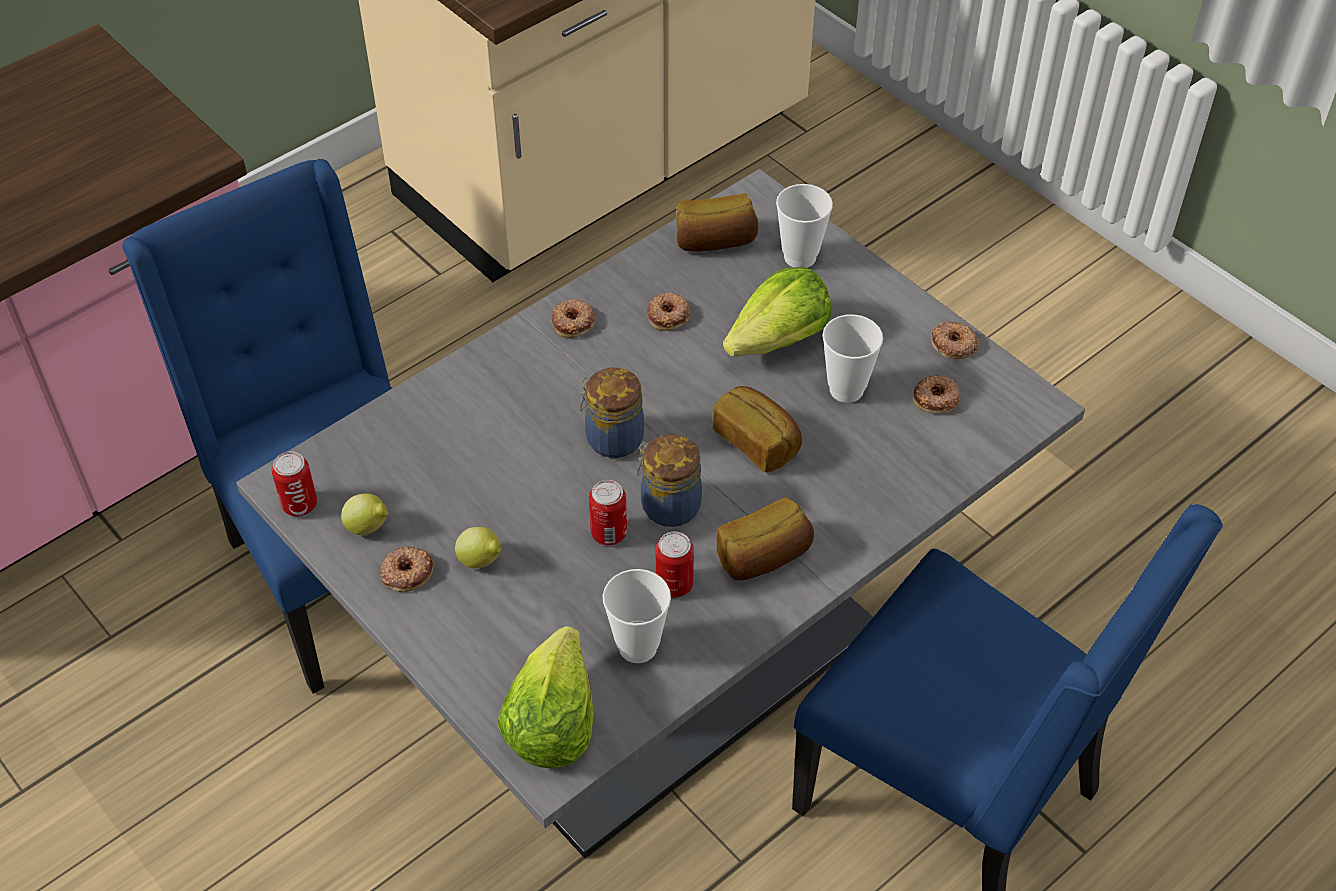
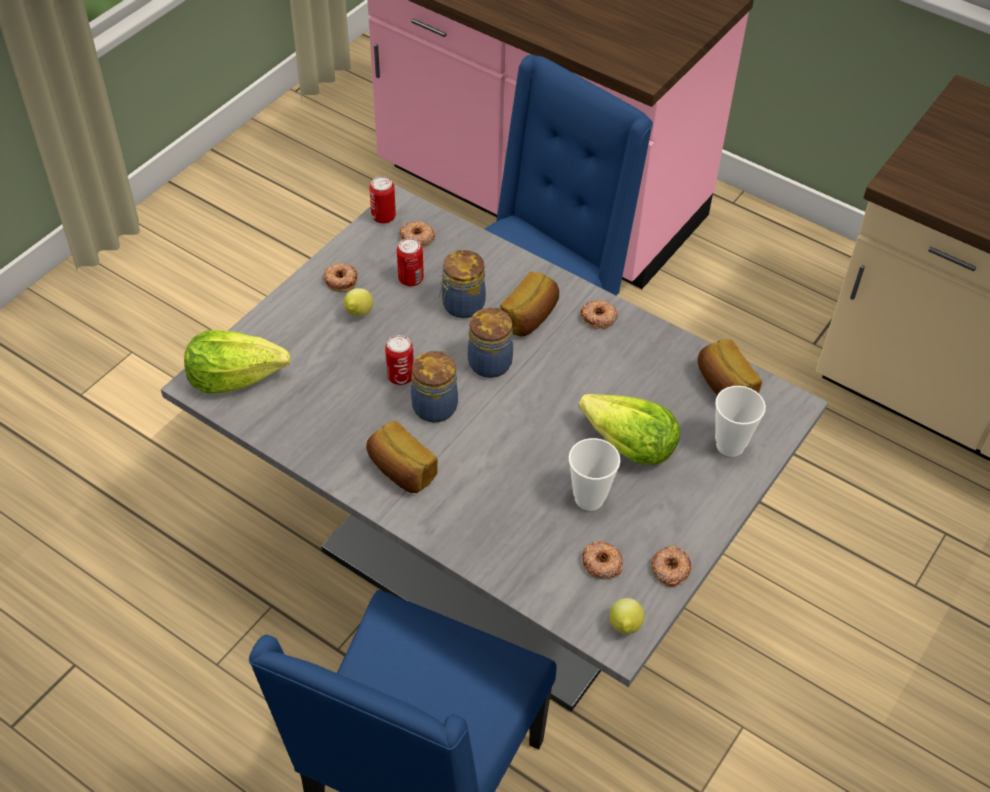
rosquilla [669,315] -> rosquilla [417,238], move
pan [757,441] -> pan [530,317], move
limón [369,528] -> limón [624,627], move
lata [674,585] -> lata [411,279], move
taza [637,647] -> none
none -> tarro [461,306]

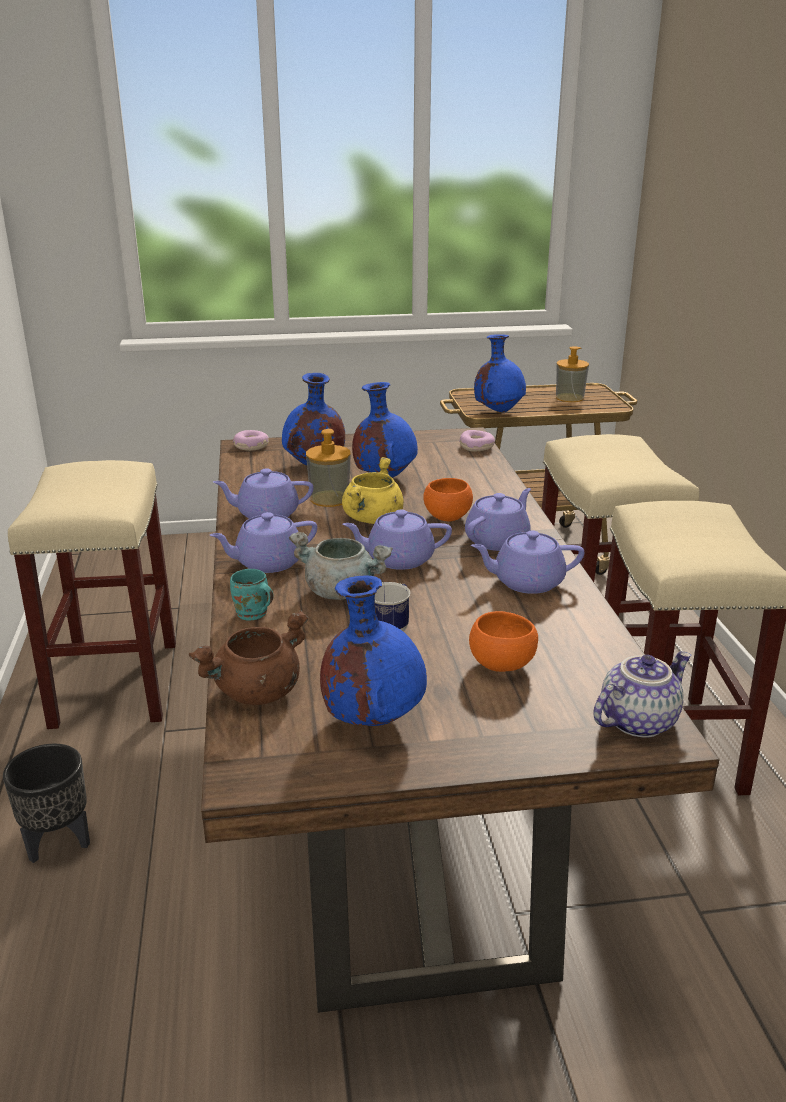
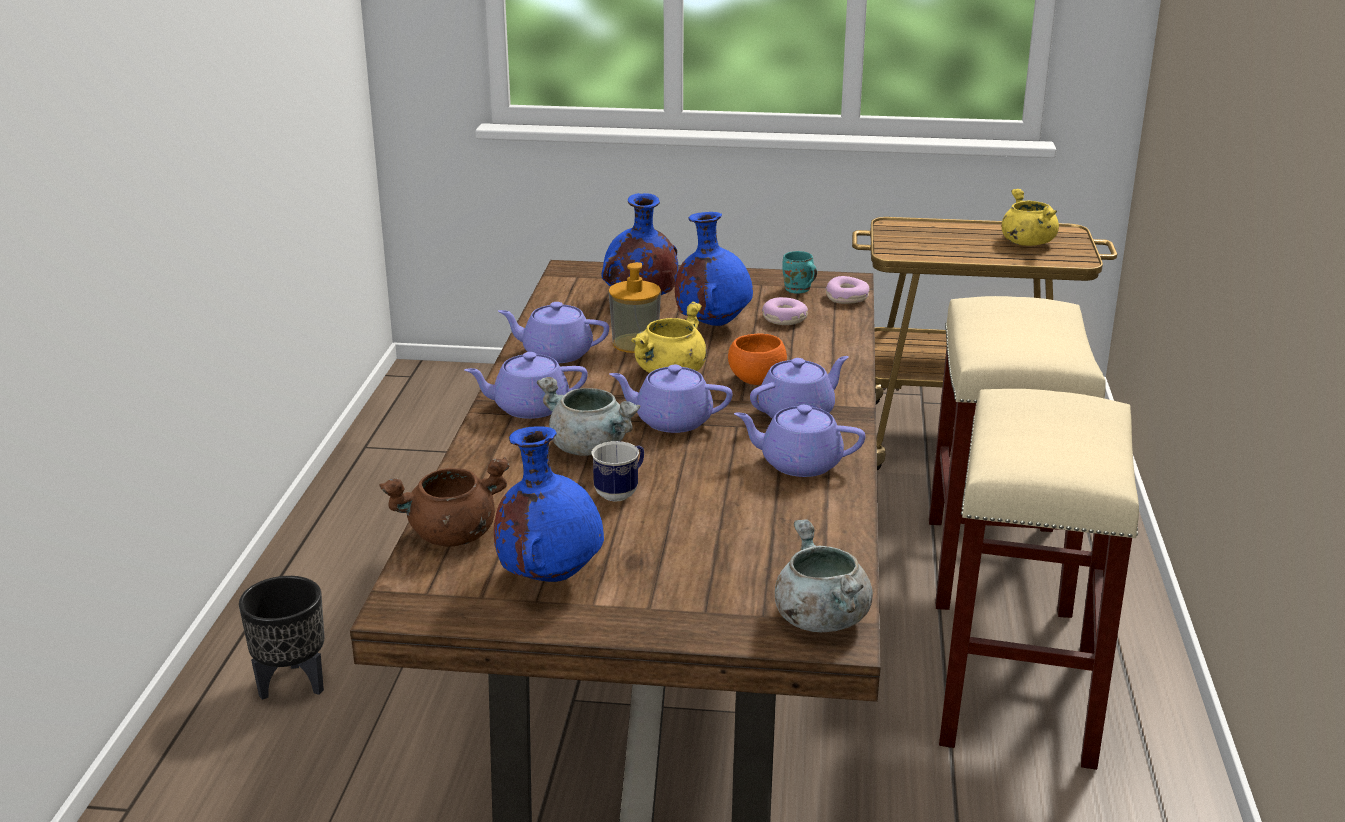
florero (azul) [498,411] -> none
dispensador de jabón [569,398] -> olla (amarillo) [1026,242]
rosquilla [251,446] -> rosquilla [784,319], move
taburete (beis) [115,682] -> none
taza grande (turquesa) [252,615] -> taza grande (turquesa) [797,290], move
cuenco (naranja) [501,665] -> none
tetera [637,720] -> olla (gris) [819,618]

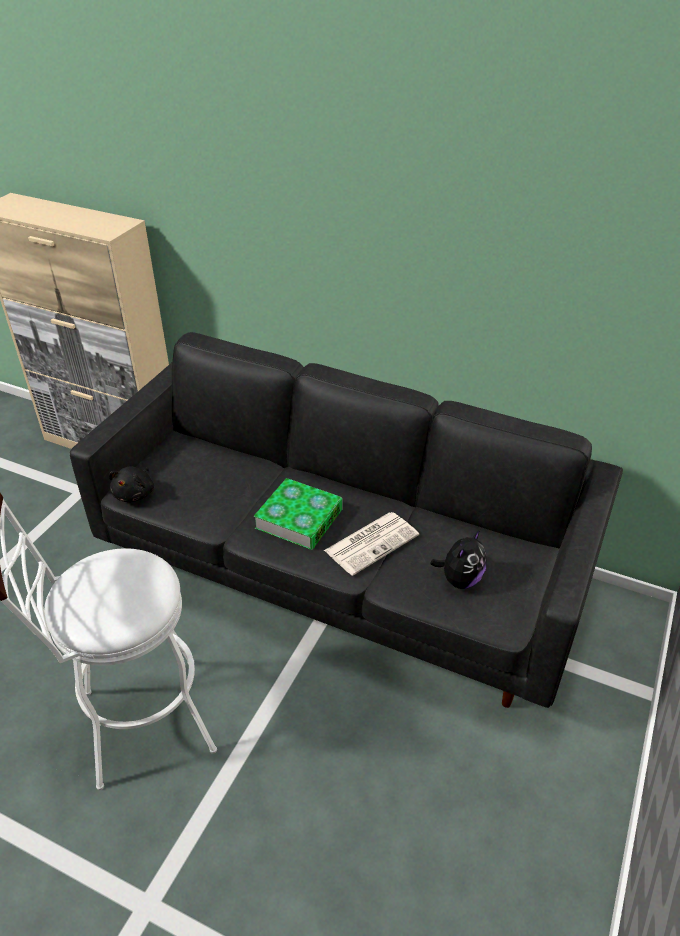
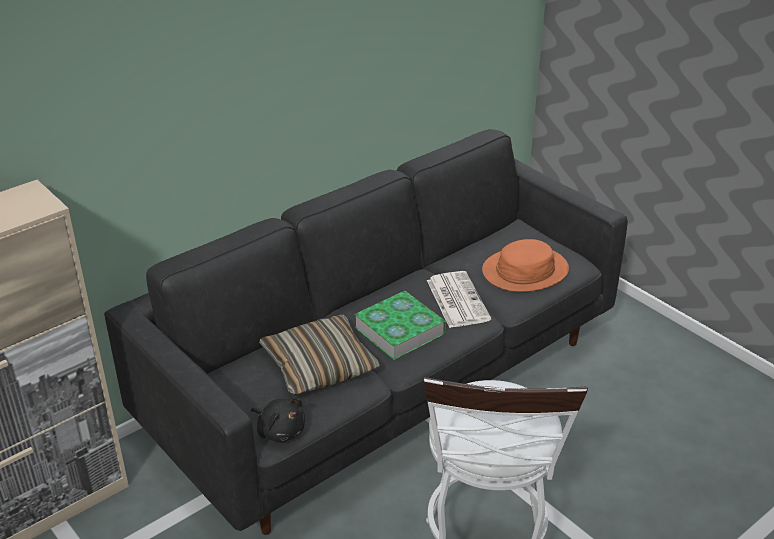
peluche [460,579] -> sombrero (naranja) [525,270]
none -> cojín [319,366]

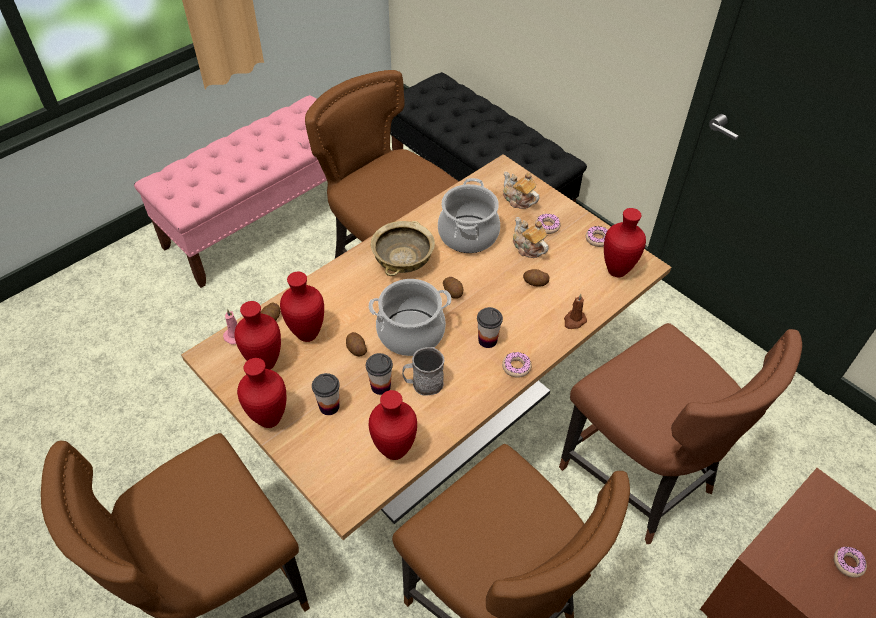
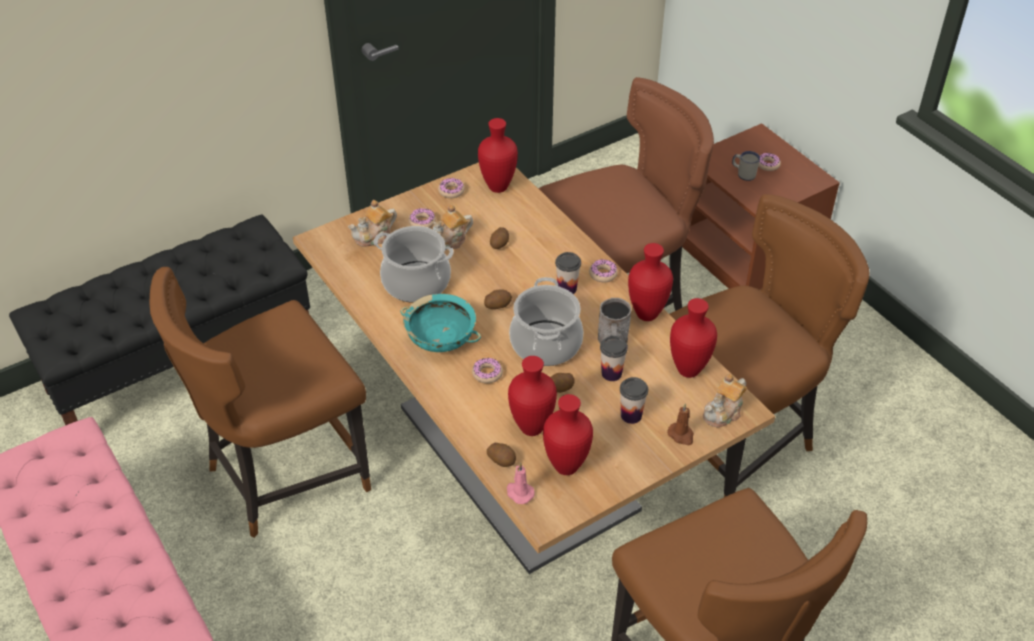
cuenco (beis) [403,260] -> cuenco (turquesa) [440,339]
vela (marrón) [574,321] -> vela (marrón) [681,435], move
florero (rojo) [269,420] -> florero (rojo) [648,314], move
none -> taza grande (blanco) [743,174]
none -> rosquilla [487,373]
none -> tetera [723,412]

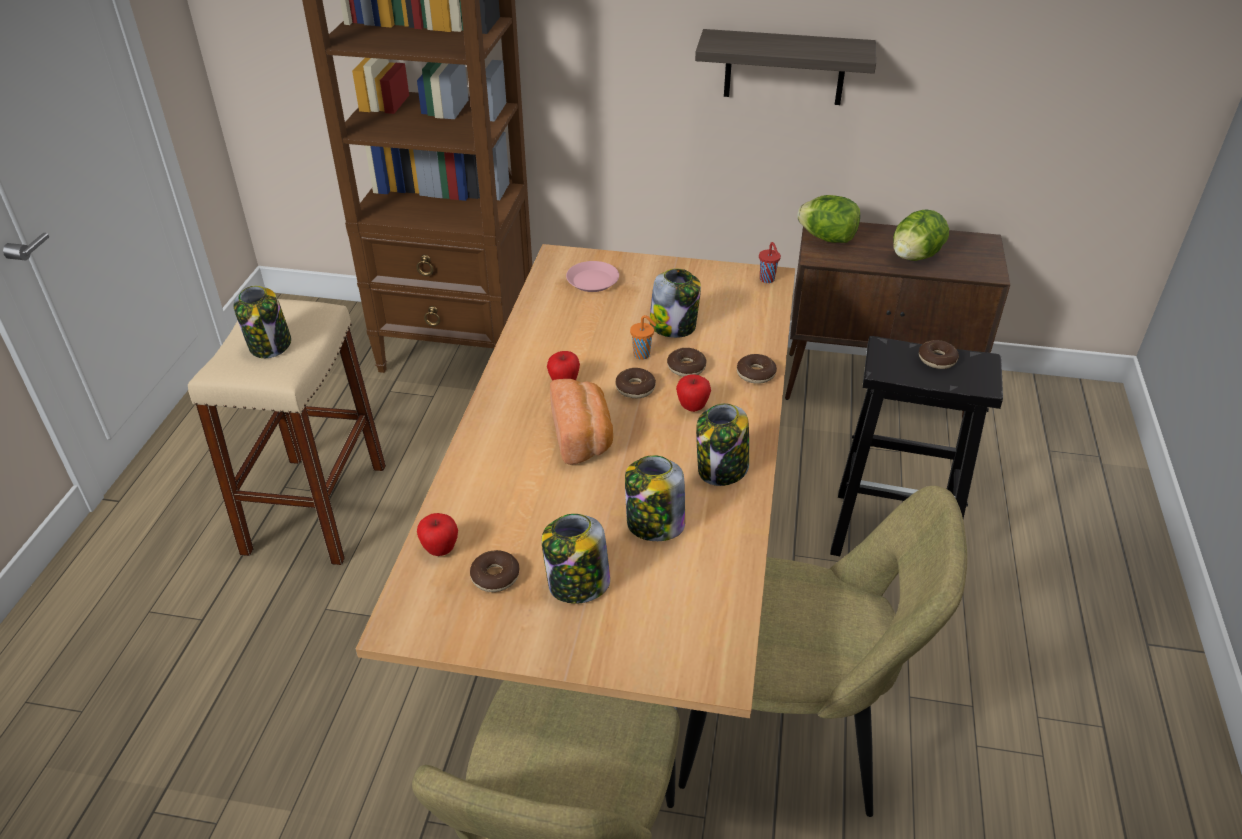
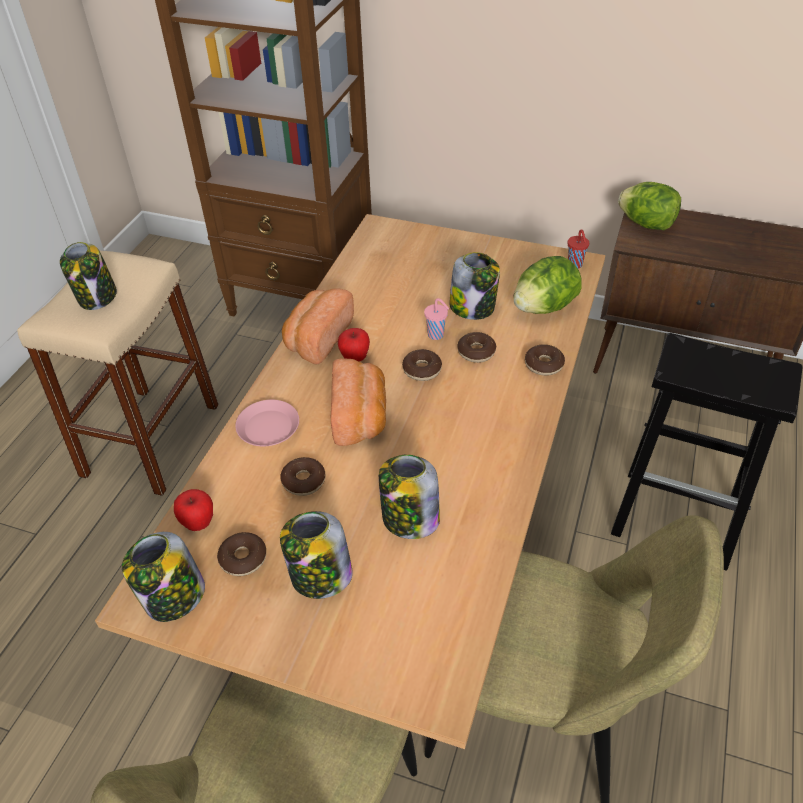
estante [784,67] -> none
lechuga [915,256] -> lechuga [544,307], move
plato (rosa) [593,281] -> plato (rosa) [268,428], move
taza (naranja) [642,355] -> taza (rosa) [436,335]
rosquilla [937,360] -> rosquilla [303,481], move
manzana [692,407] -> none
tarro [722,469] -> tarro [173,597], move
none -> pan [317,338]

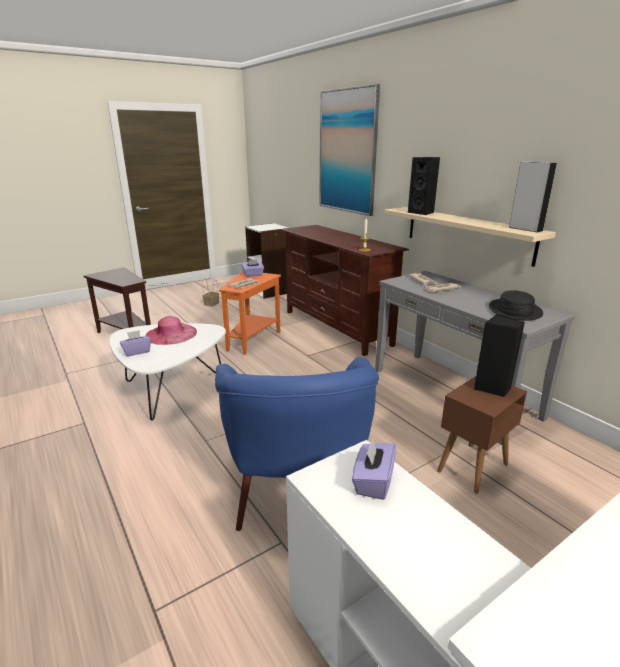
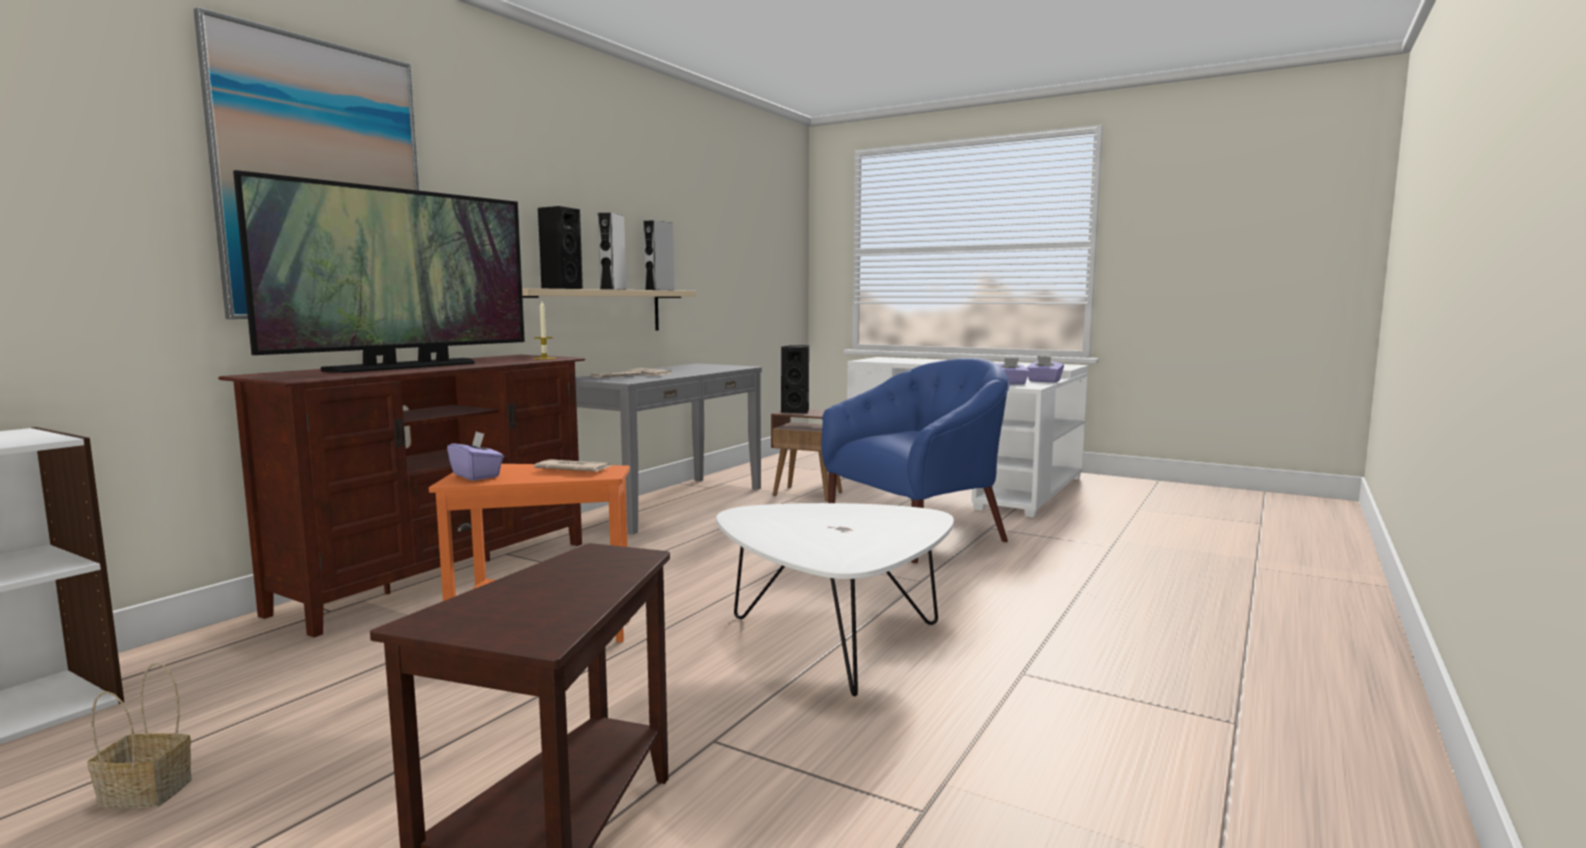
sombrero (negro) [514,311] -> none
sombrero (rosa) [171,334] -> none
caja de pañuelos (morado) [136,351] -> caja de pañuelos (morado) [1044,381], move
none -> televisor [405,367]
none -> altavoz (gris) [613,289]

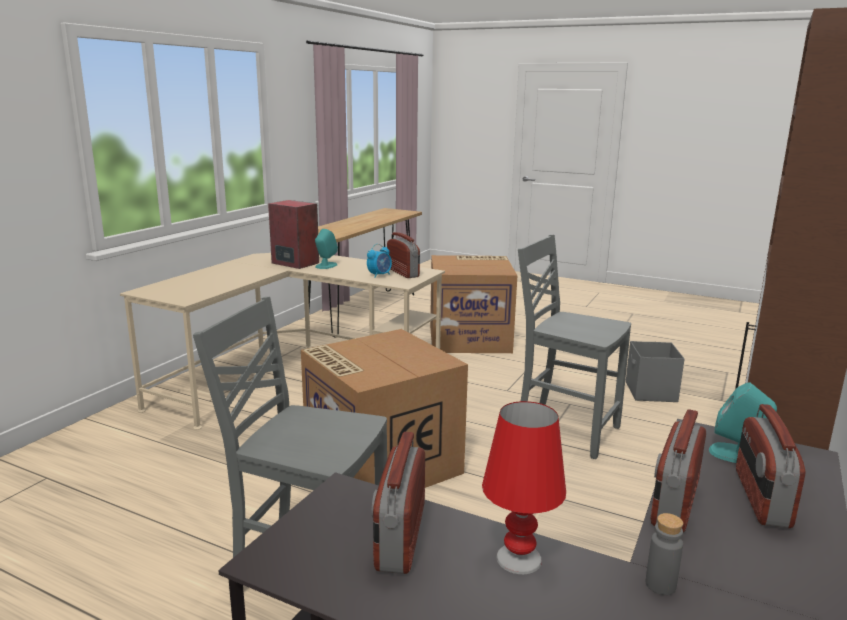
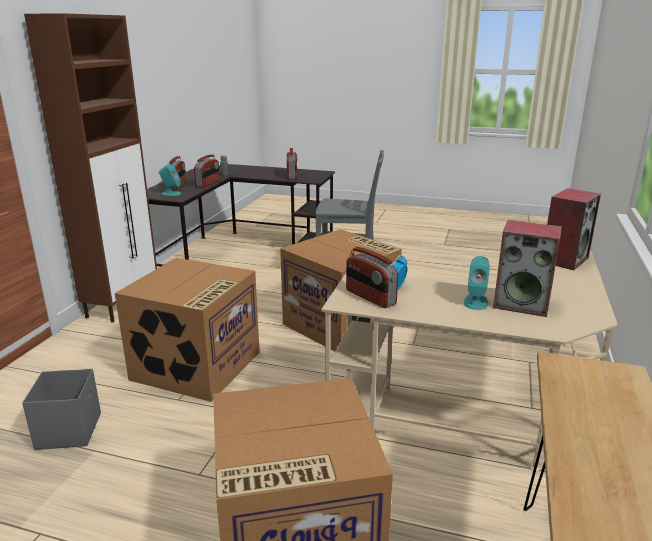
silla (gris) [564,430] -> caja de cartón [197,366]
lámpara de mesa (rojo) [518,559] -> none
none -> altavoz [564,259]

